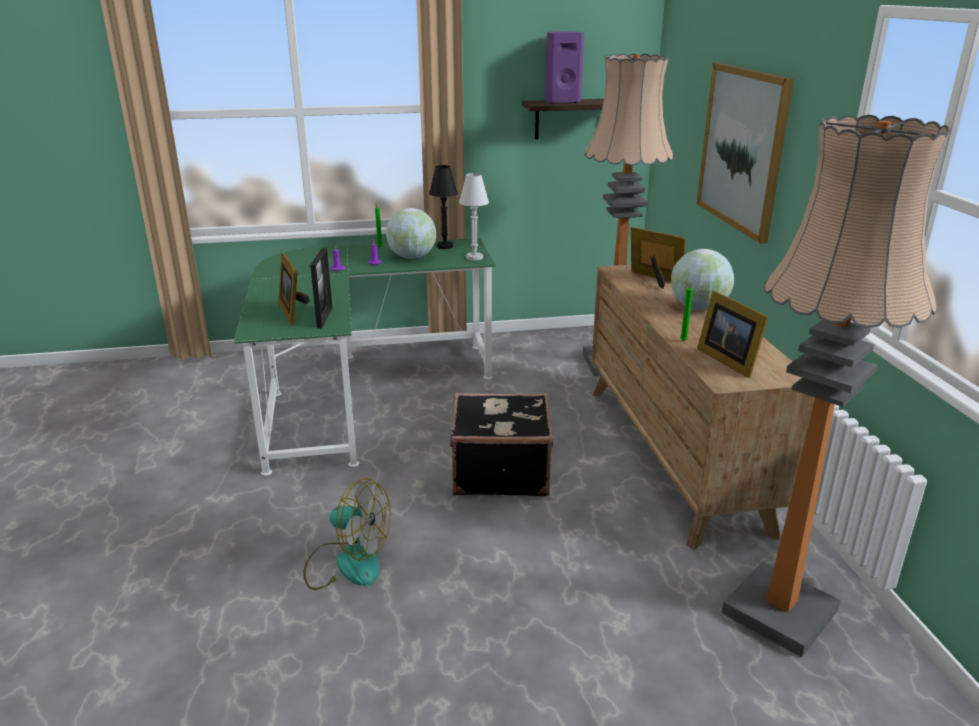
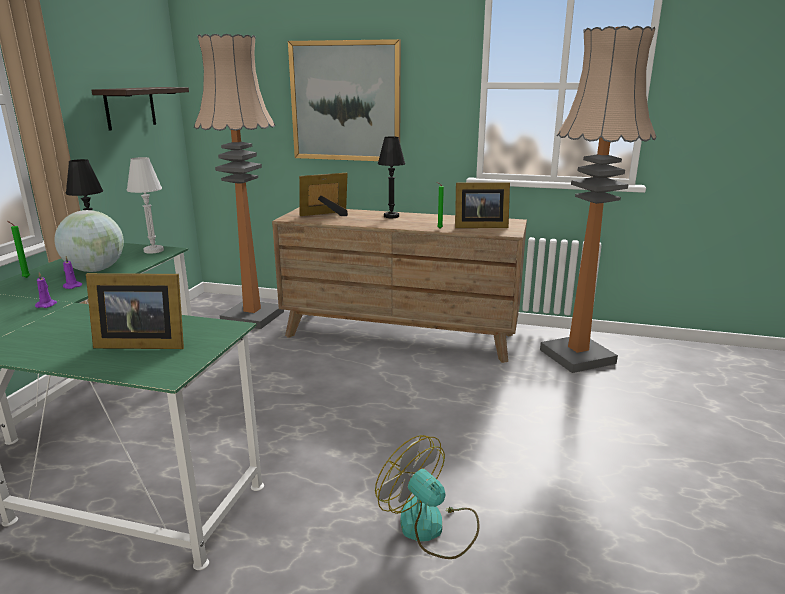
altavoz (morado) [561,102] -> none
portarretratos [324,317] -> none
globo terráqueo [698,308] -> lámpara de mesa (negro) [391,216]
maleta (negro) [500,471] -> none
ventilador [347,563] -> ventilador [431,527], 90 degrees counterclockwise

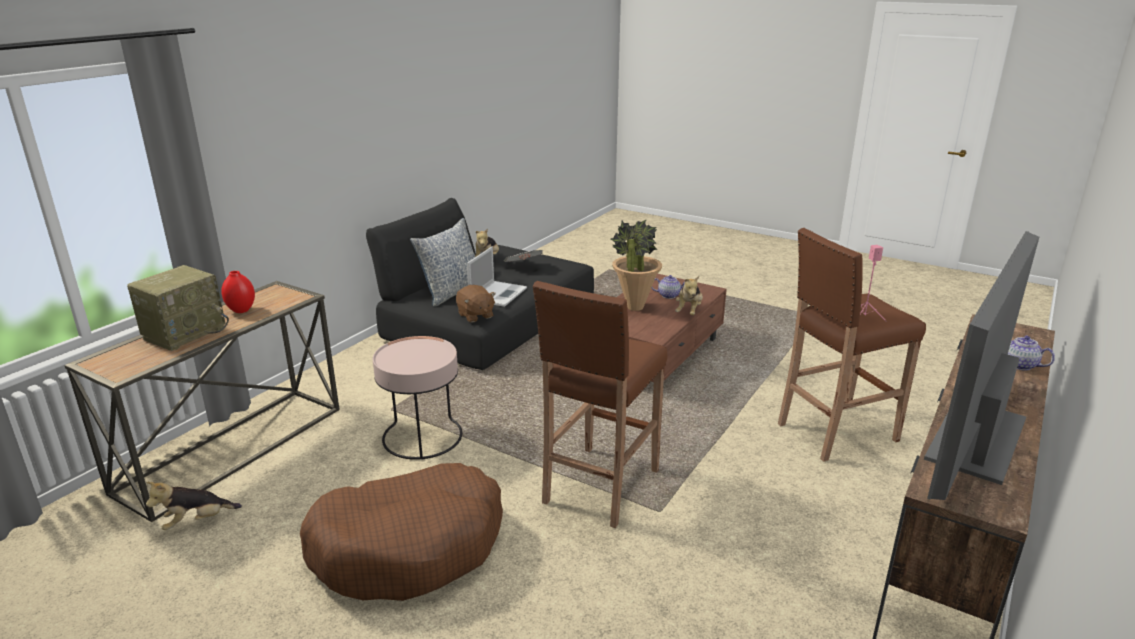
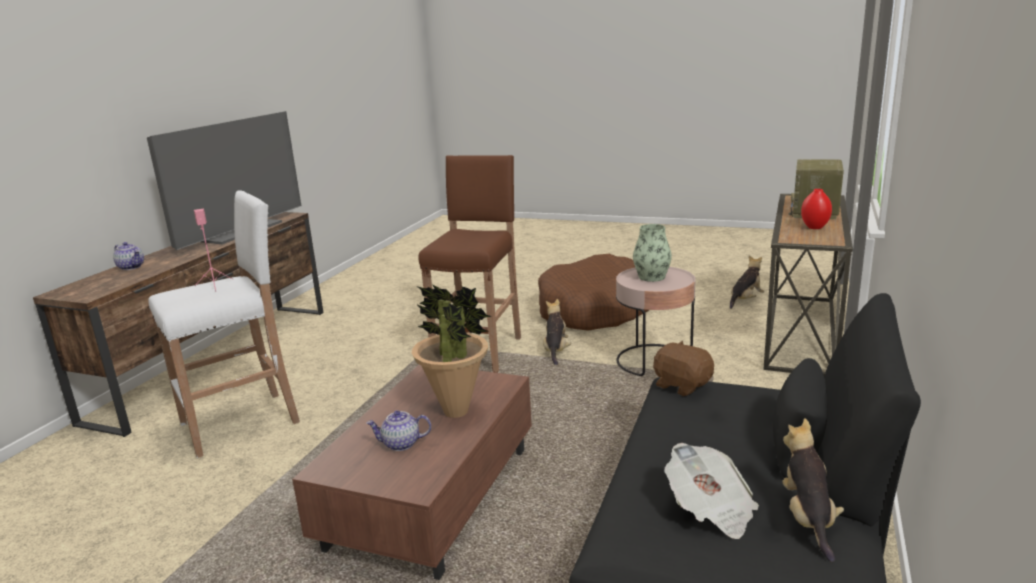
cojín [452,292] -> none
taburete (marrón) [834,432] -> taburete (blanco) [243,422]
portátil [498,293] -> none
peluche [689,311] -> peluche [556,351], move
none -> florero [652,277]

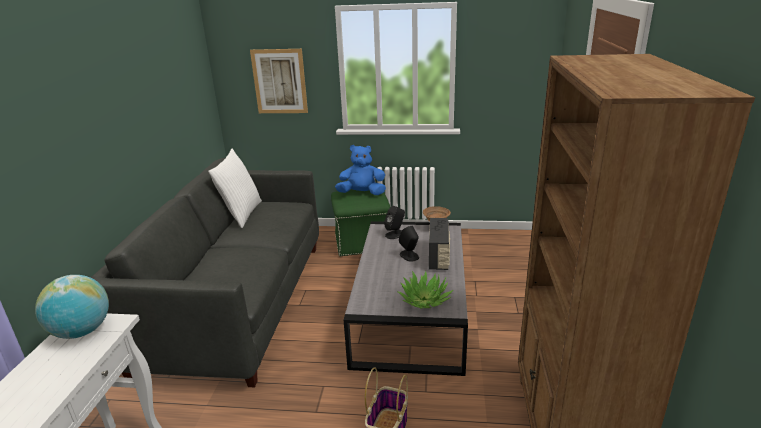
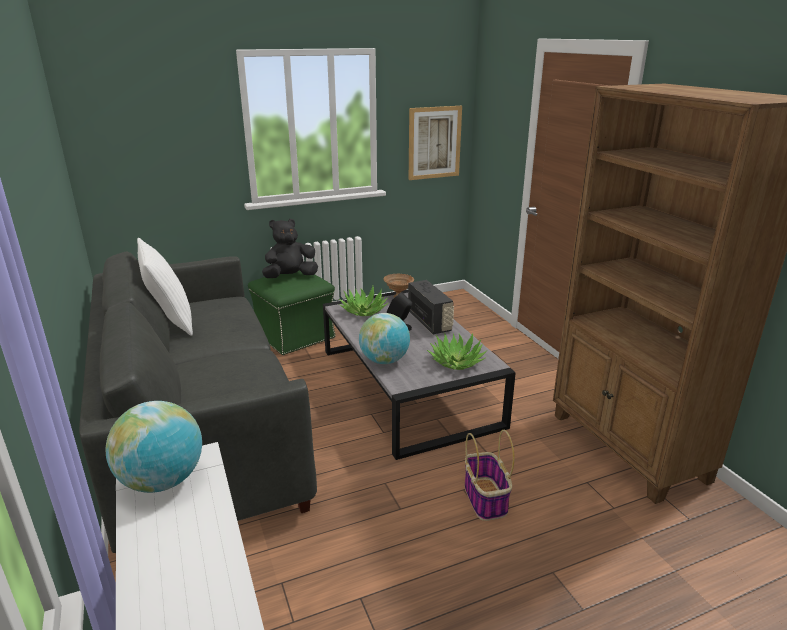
cuadro [279,81] -> cuadro [434,143], move
peluche (azul) [362,193] -> peluche (negro) [290,277]
altavoz (negro) [395,234] -> planta en maceta [363,311]
none -> globo terráqueo [384,360]

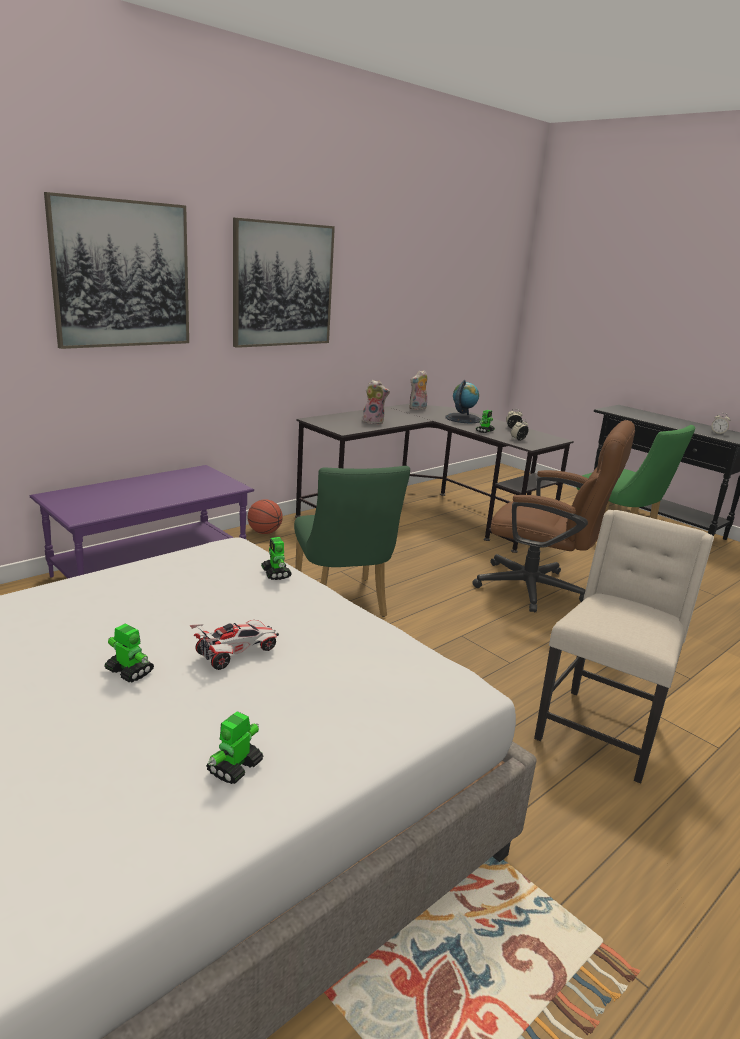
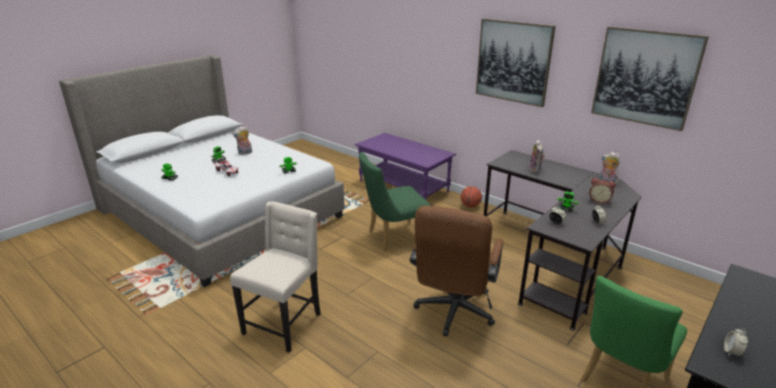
cuadro [122,274] -> cuadro [645,77], move
globo terráqueo [463,418] -> despertador [599,200]
silla (beis) [601,731] -> silla (beis) [284,323], 90 degrees counterclockwise
none -> peluche [245,153]

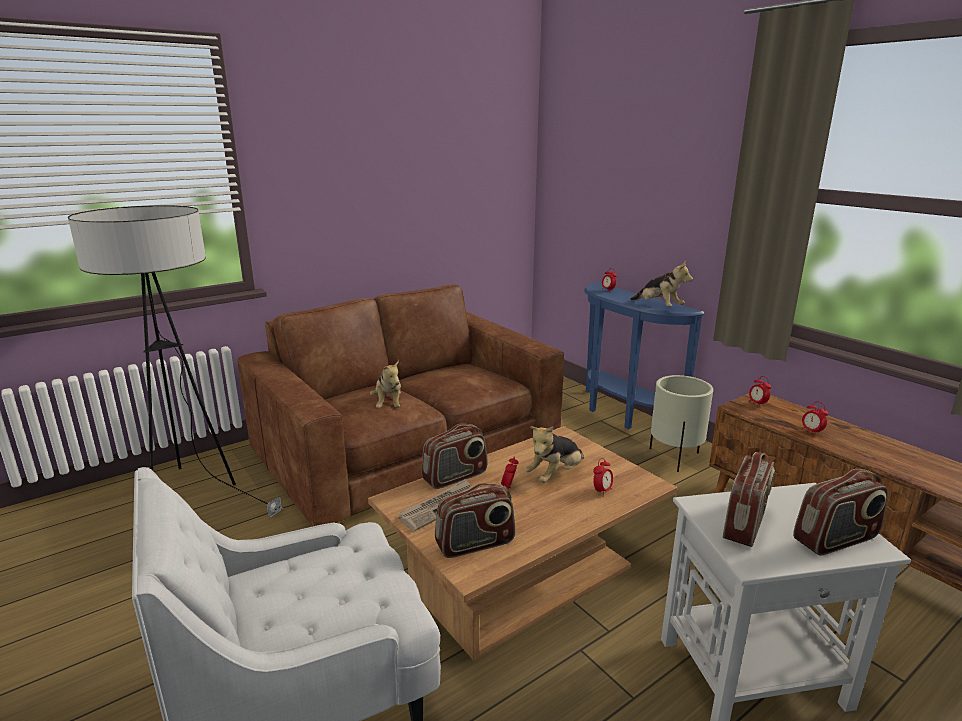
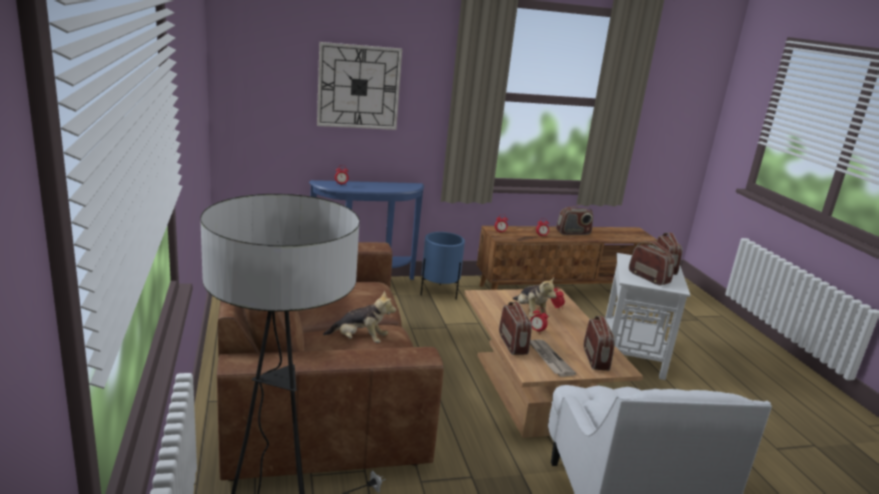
peluche [658,307] -> none
maceta (beis) [675,457] -> maceta (azul) [439,293]
none -> reloj de pared [359,87]
none -> radio [573,233]

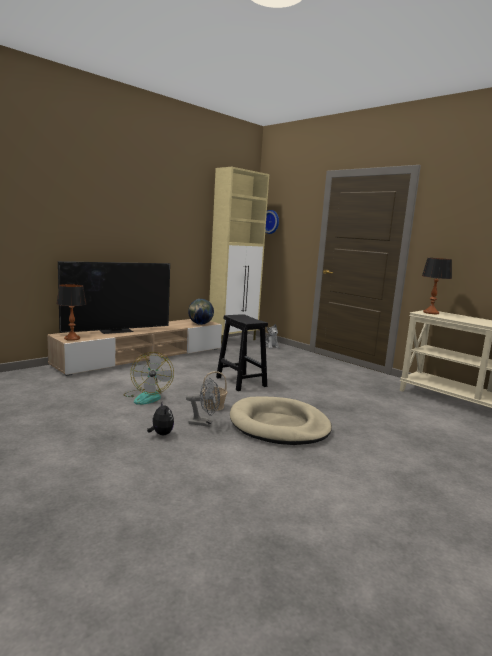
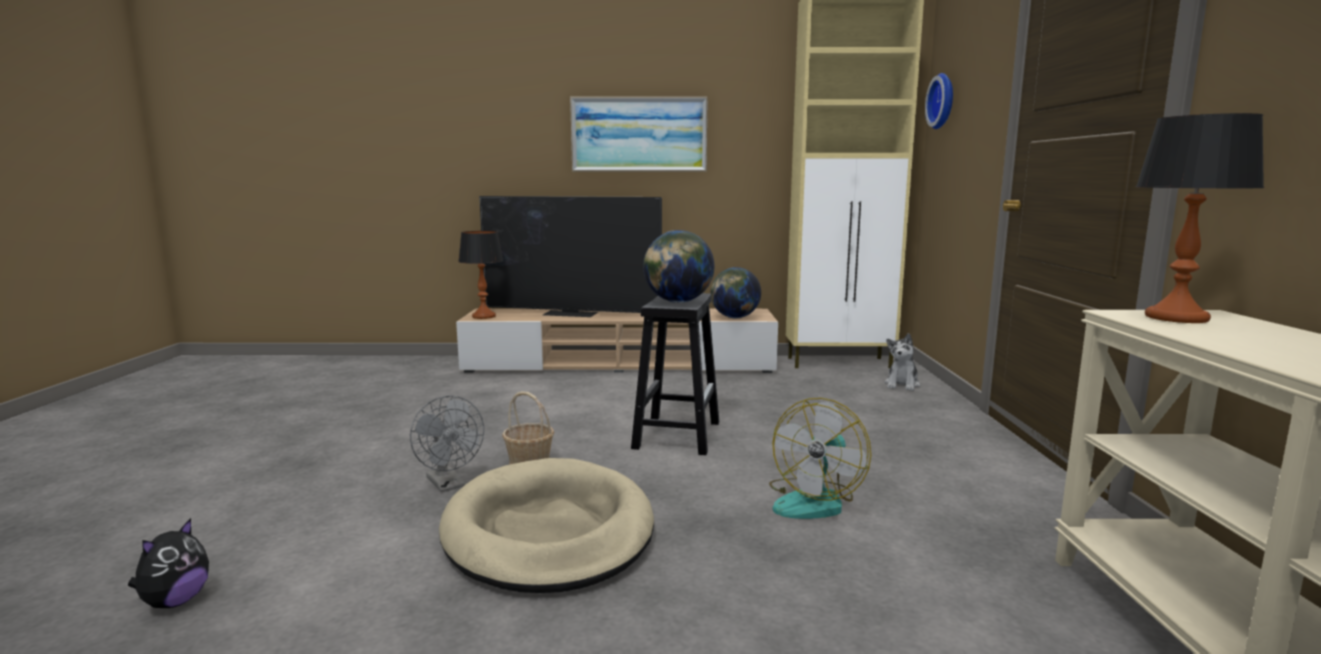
ventilador [147,396] -> ventilador [814,501], move
peluche [161,434] -> peluche [175,602], move
none -> cuadro [639,134]
none -> globo terráqueo [678,302]

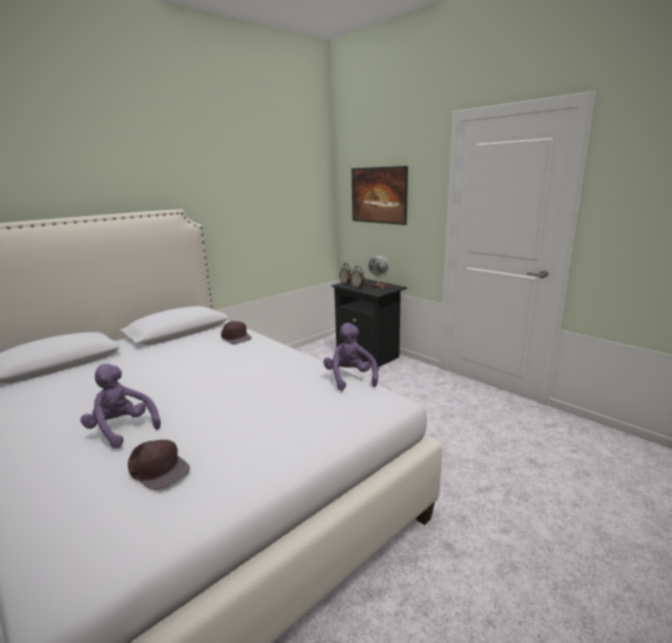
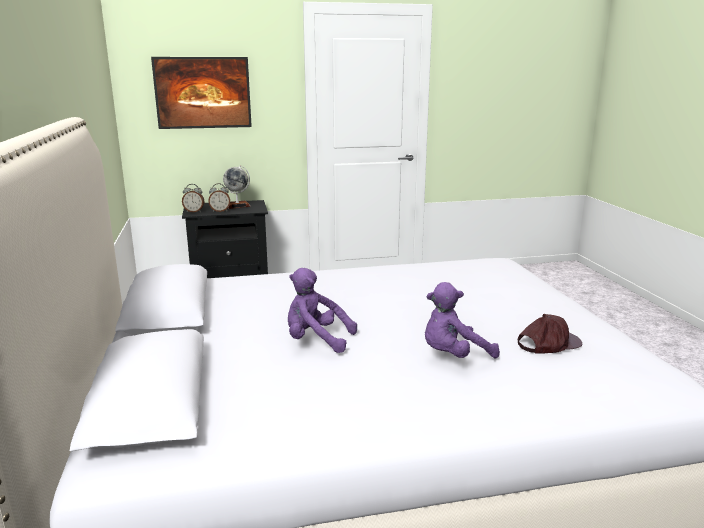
gorra (marrón) [235,337] -> none
peluche (morado) [350,378] -> peluche (morado) [316,340], move

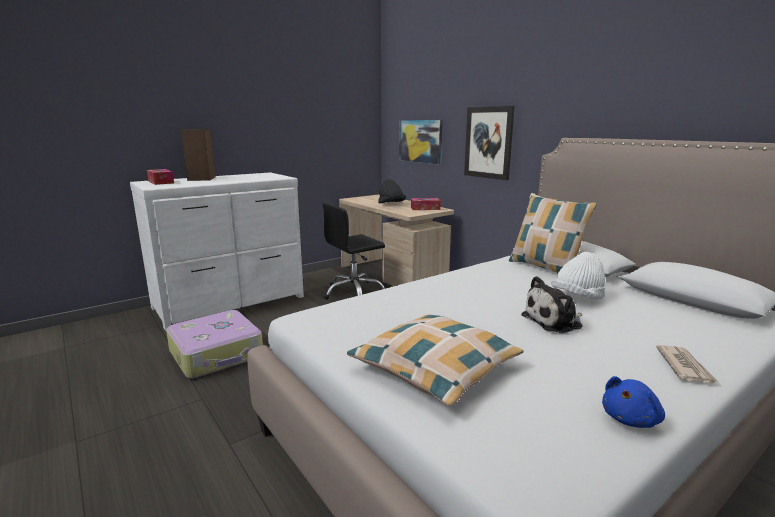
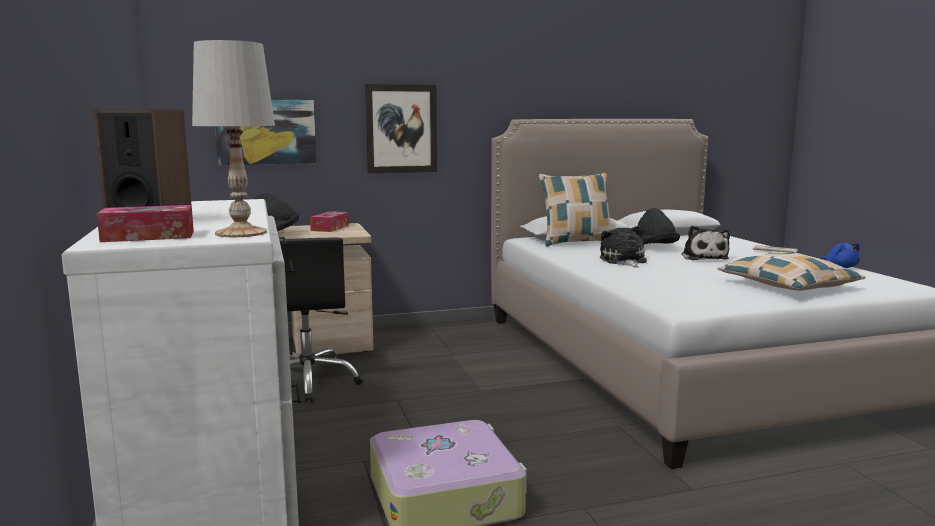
sombrero (blanco) [577,298] -> sombrero (negro) [655,248]
none -> lámpara de mesa (blanco) [241,233]
none -> peluche [623,261]

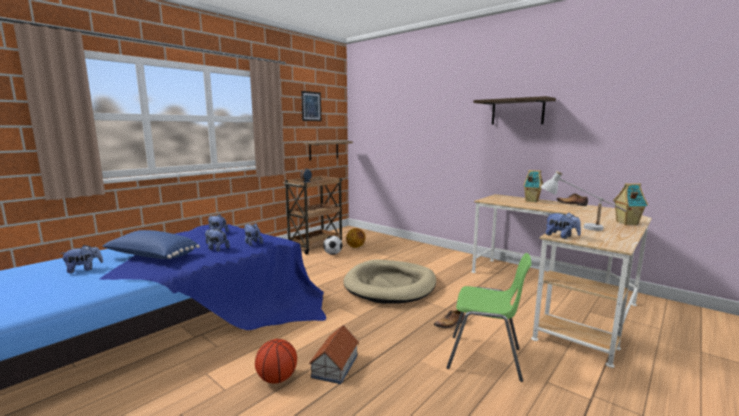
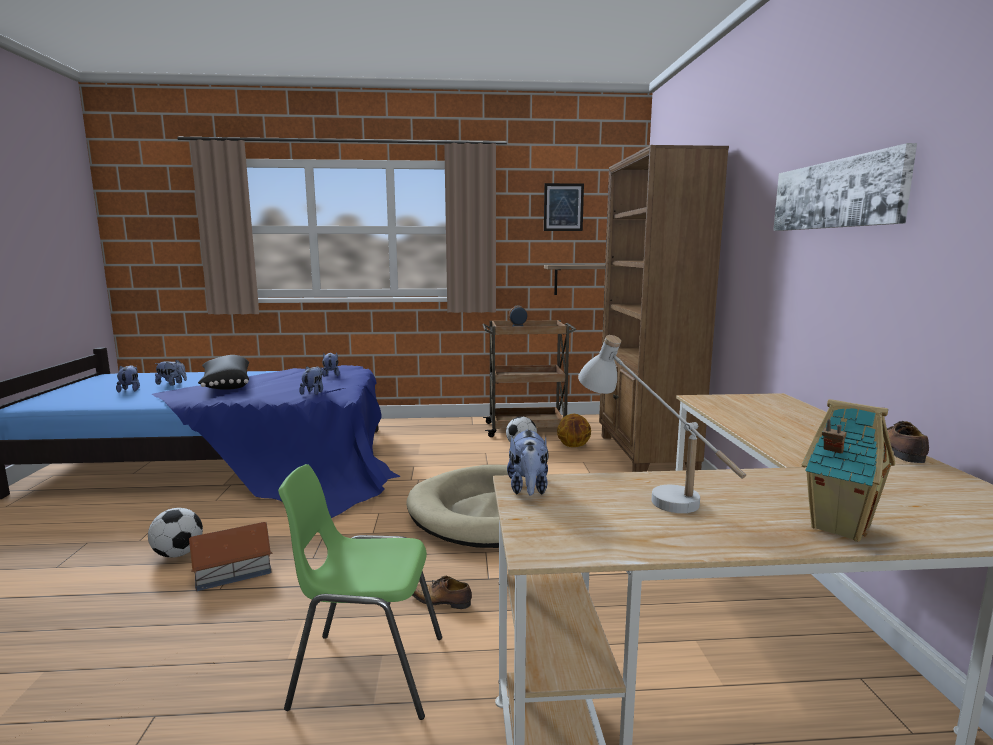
estante [517,112] -> cuadro [837,194]
casita [531,201] -> none
peluche [217,249] -> peluche [130,390], move
cojín (azul) [152,257] -> cojín (negro) [225,385]
silla (verde) [485,358] -> silla (verde) [367,672], 120 degrees clockwise
balón de baloncesto [277,379] -> balón de fútbol [178,554]
none -> estantería (marrón) [645,455]

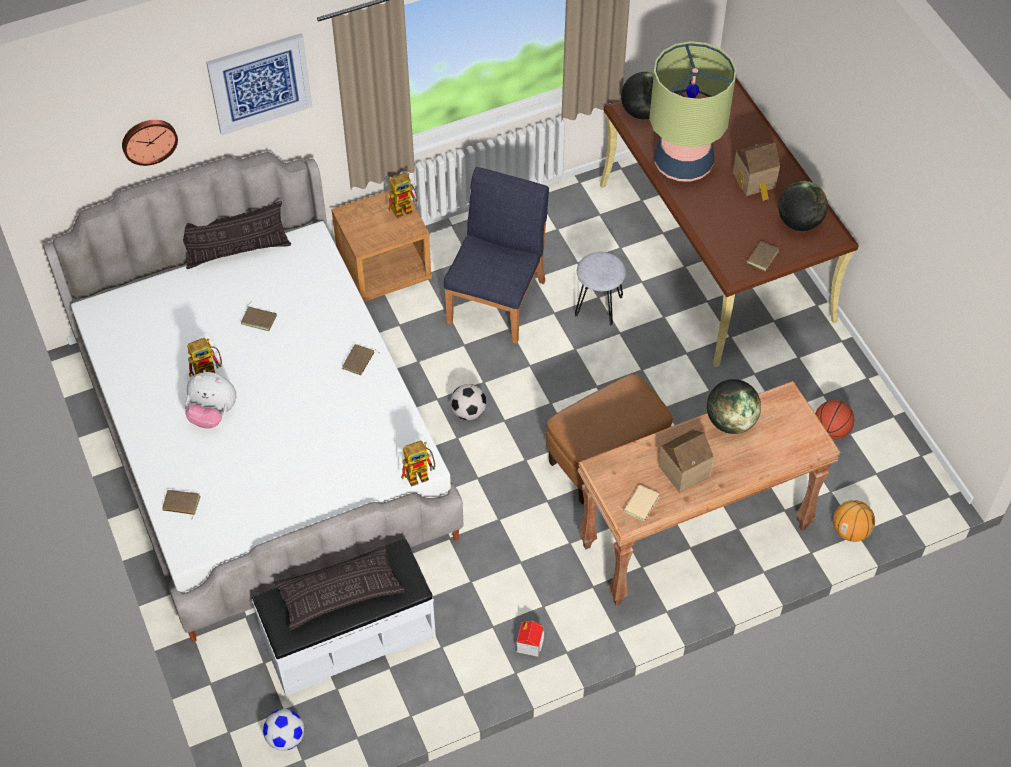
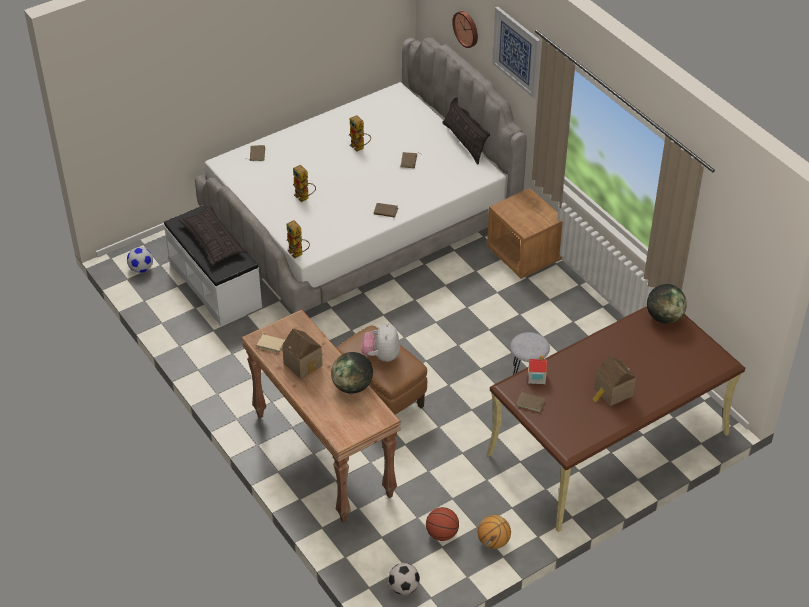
lámpara de mesa [683,163] -> none
silla (azul) [497,300] -> none
robot de juguete [405,208] -> robot de juguete [304,198], move
globo terráqueo [799,222] -> none
peluche [212,414] -> peluche [381,356], move
balón de fútbol [468,412] -> balón de fútbol [404,588], move
balón de baloncesto [850,531] -> balón de baloncesto [493,542], move
casita [529,645] -> casita [536,377], move

